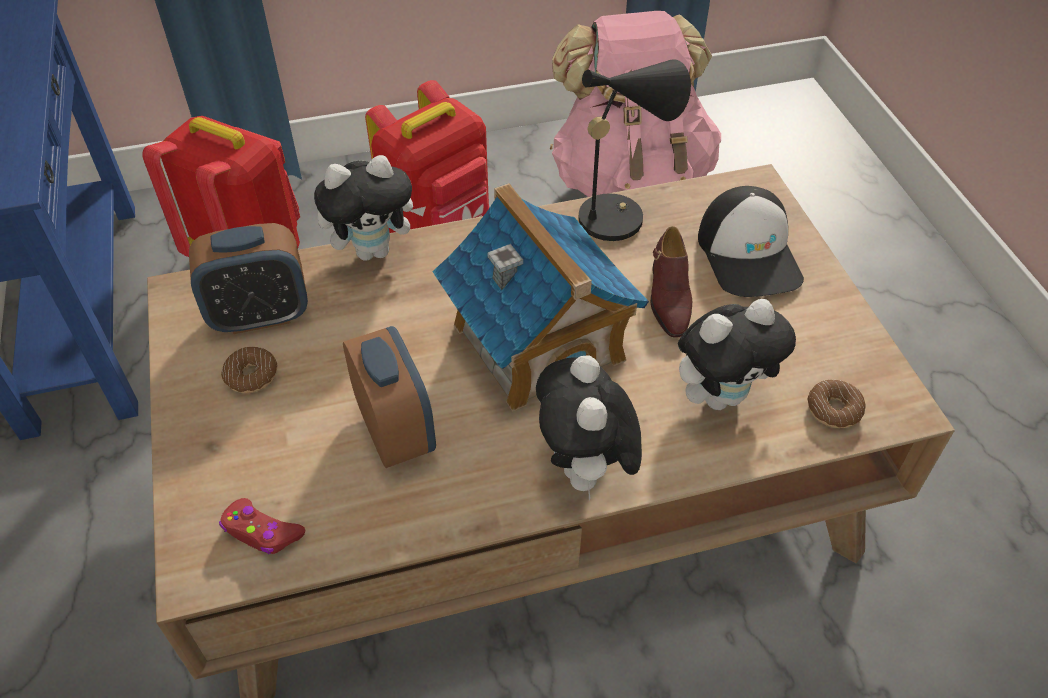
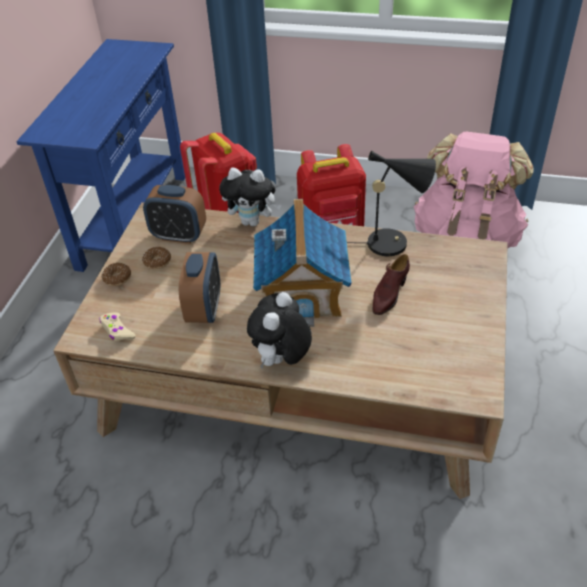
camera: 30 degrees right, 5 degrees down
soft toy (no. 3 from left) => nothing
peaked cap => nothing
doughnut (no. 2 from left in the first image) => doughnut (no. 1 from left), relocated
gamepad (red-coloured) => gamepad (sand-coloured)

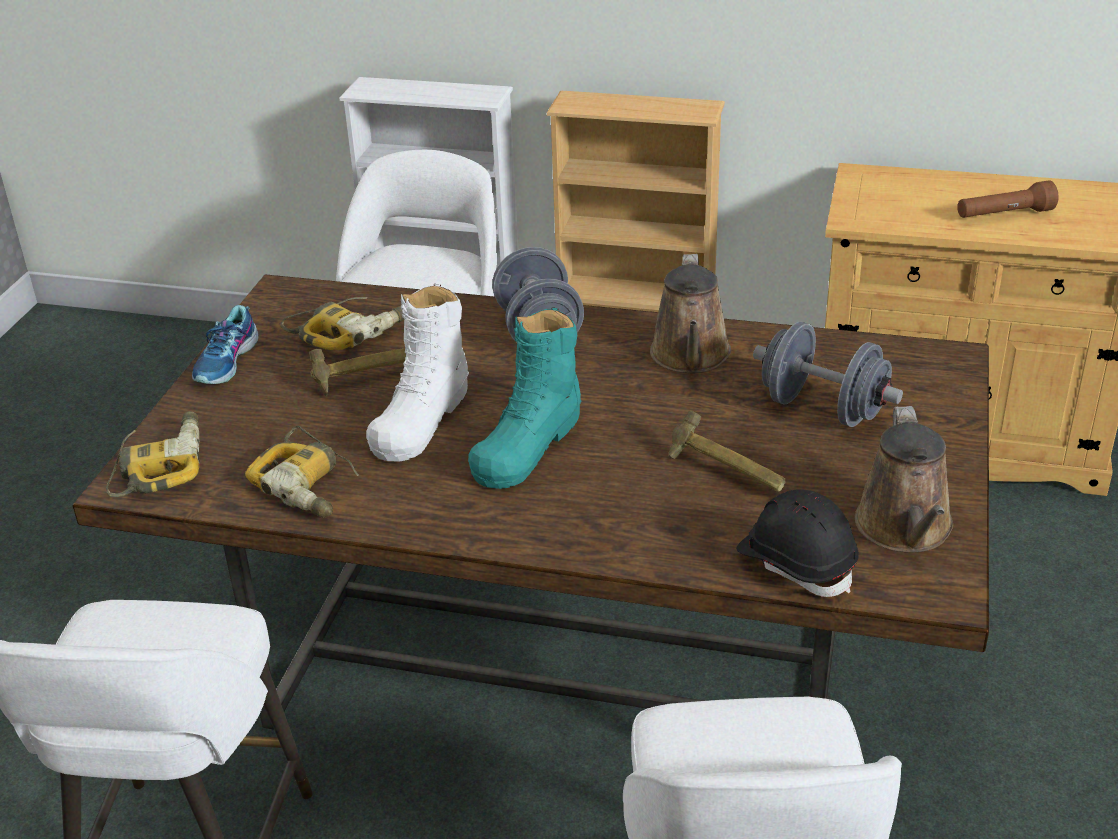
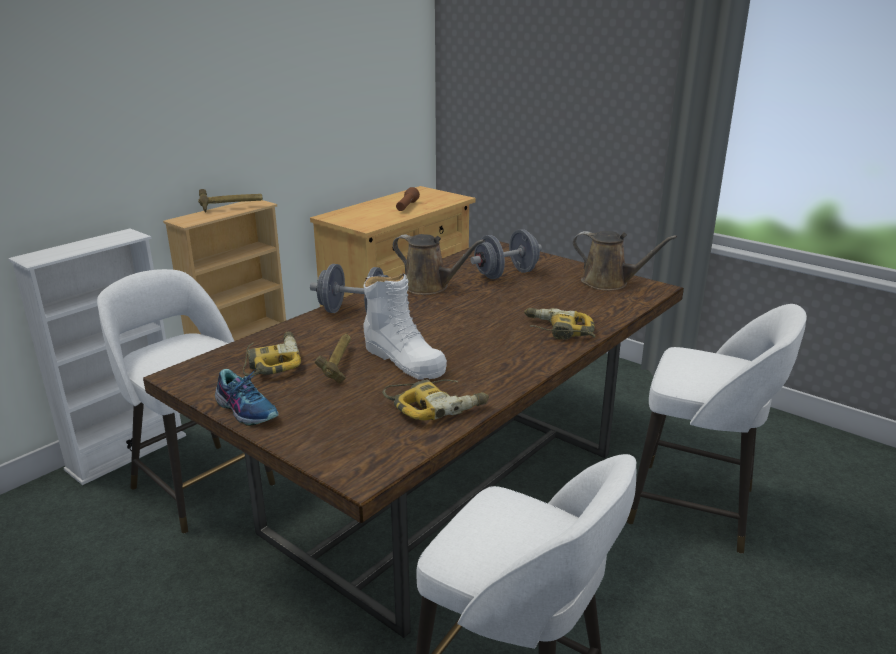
camera: 65 degrees left, 10 degrees down
boot (blue-green) => nothing
work helmet (black-coloured) => nothing
power drill (no. 1 from left in the first image) => power drill (no. 3 from left), relocated
tool hammer (no. 2 from left in the first image) => tool hammer (no. 1 from left), relocated

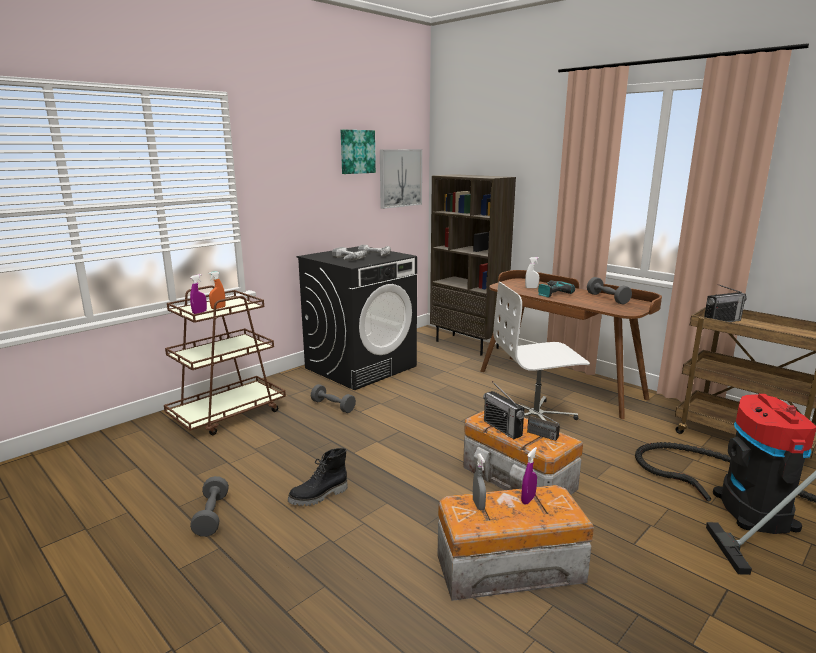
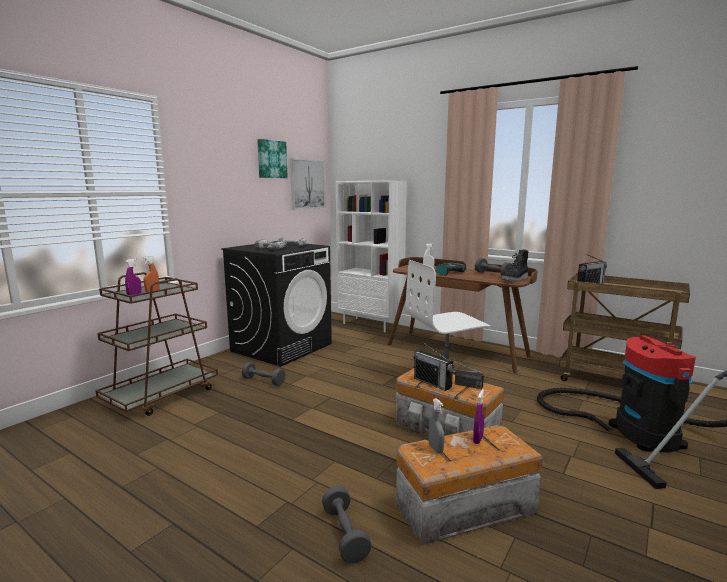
camera: 10 degrees left, 5 degrees down
hand weight (gray) (no. 1 from left in the first image) => hand weight (gray) (no. 2 from left), relocated
boot (black-coloured), relocated
shelving unit (brown-coloured) => shelving unit (white)

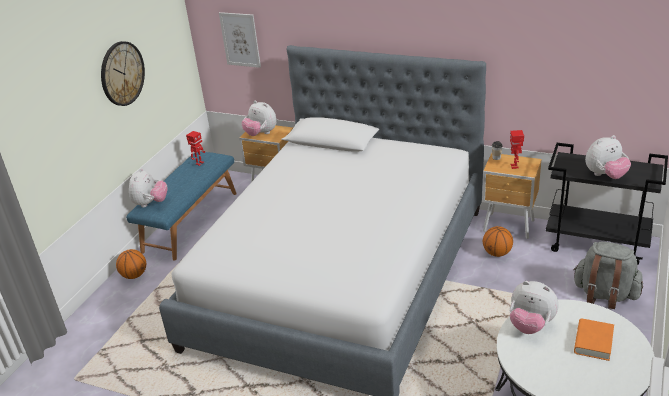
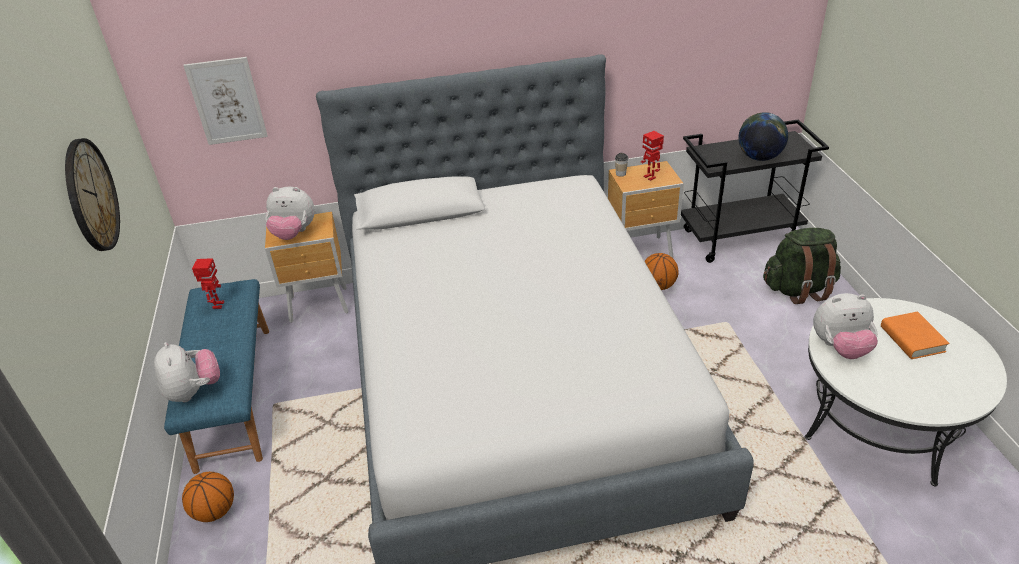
camera: 35 degrees left, 5 degrees up
soft toy (no. 4 from left) => globe
knapsack (gray) => knapsack (green-coloured)

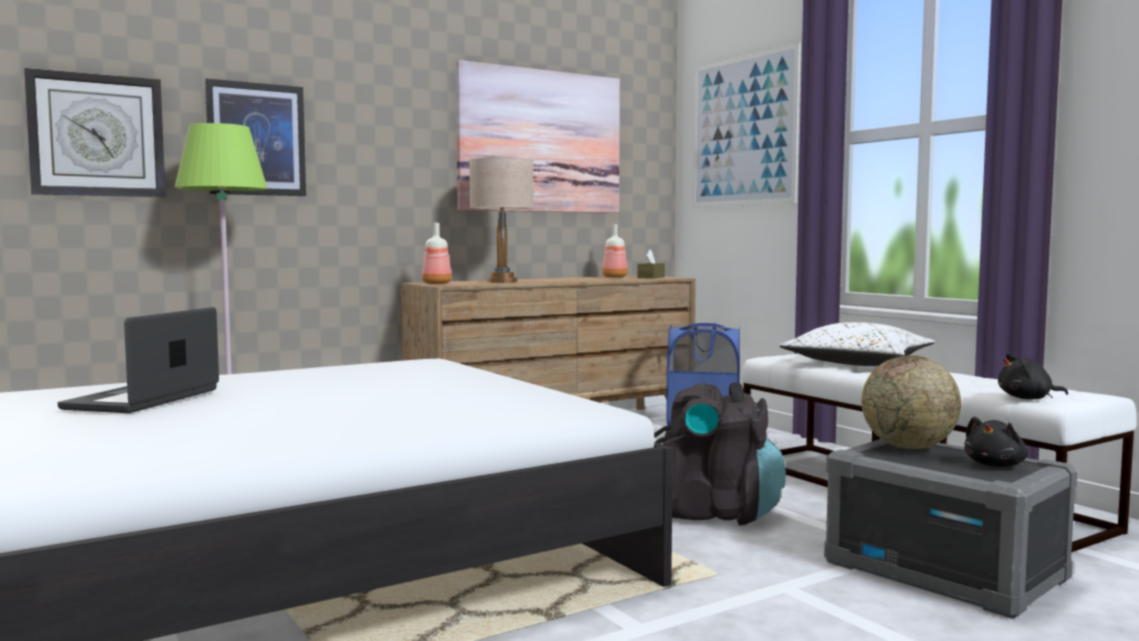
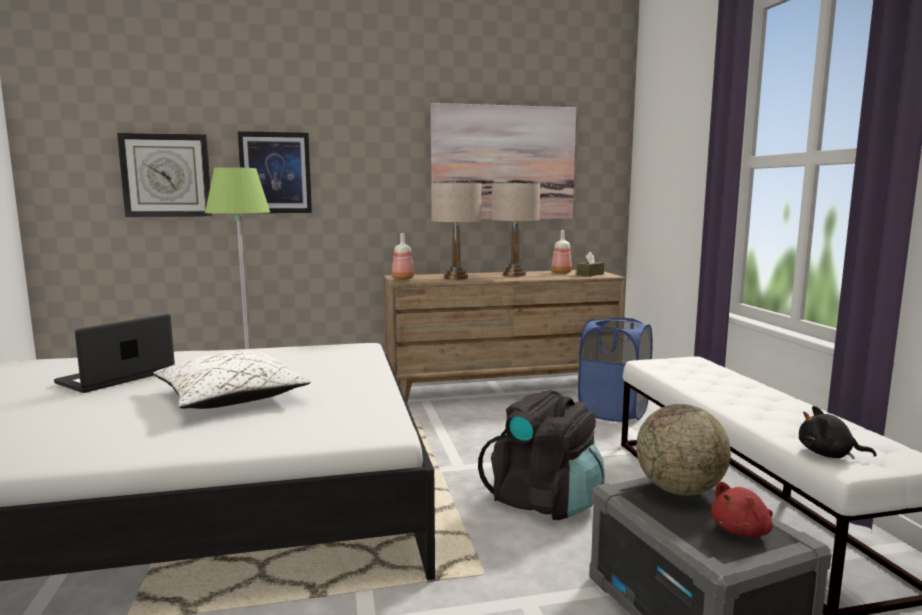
camera: 20 degrees right, 5 degrees up
picture (no. 3 from left) => nothing
nothing => tabletop lamp (sand-coloured) (no. 2 from left)
pillow (white), relocated
soft toy (black-coloured) (no. 1 from left) => soft toy (red-coloured)

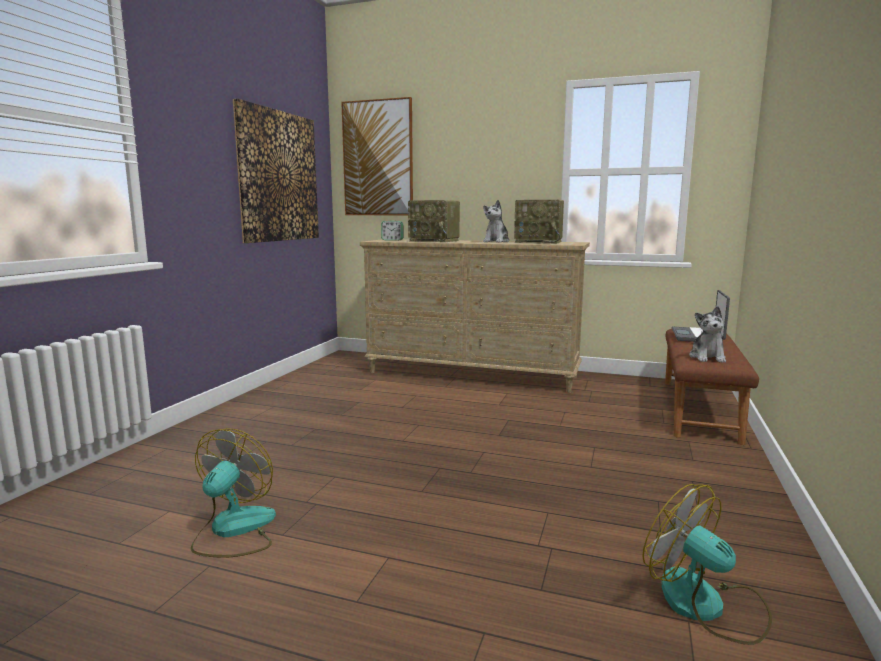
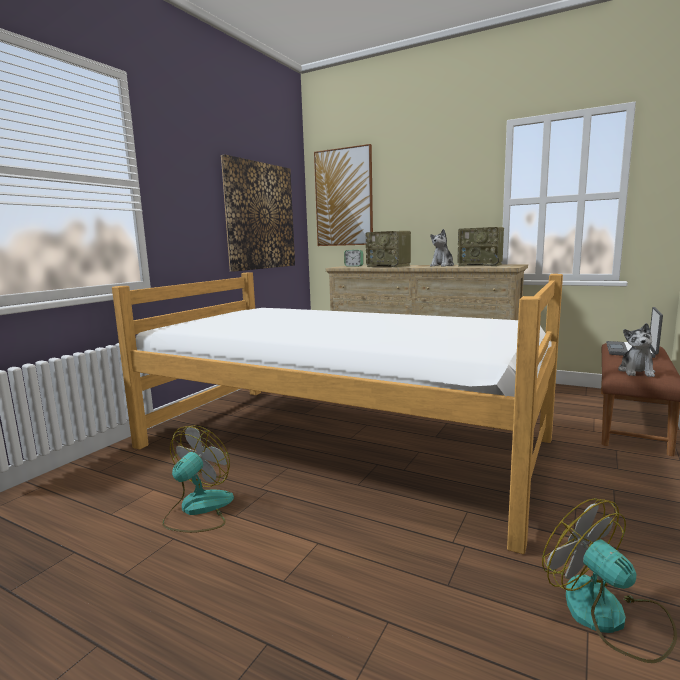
camera: 10 degrees right, 0 degrees up
nothing => sleeping bed

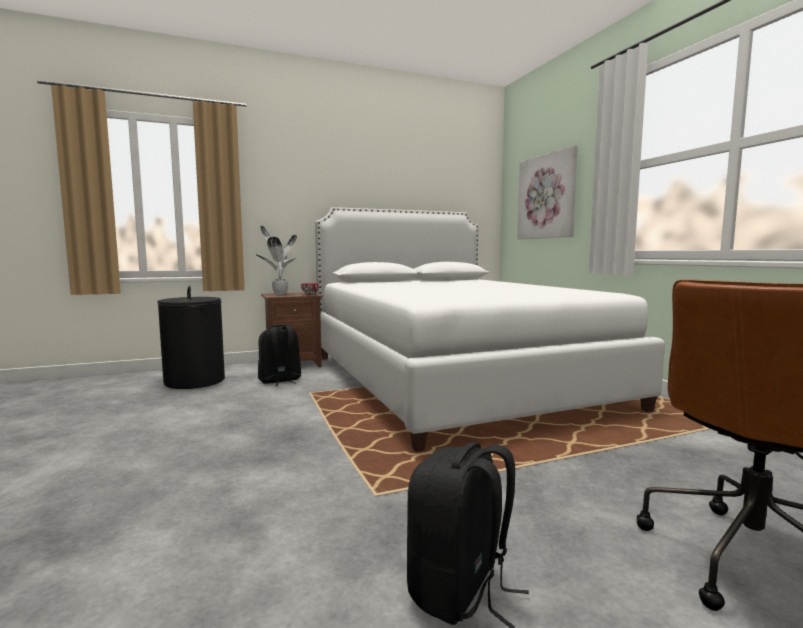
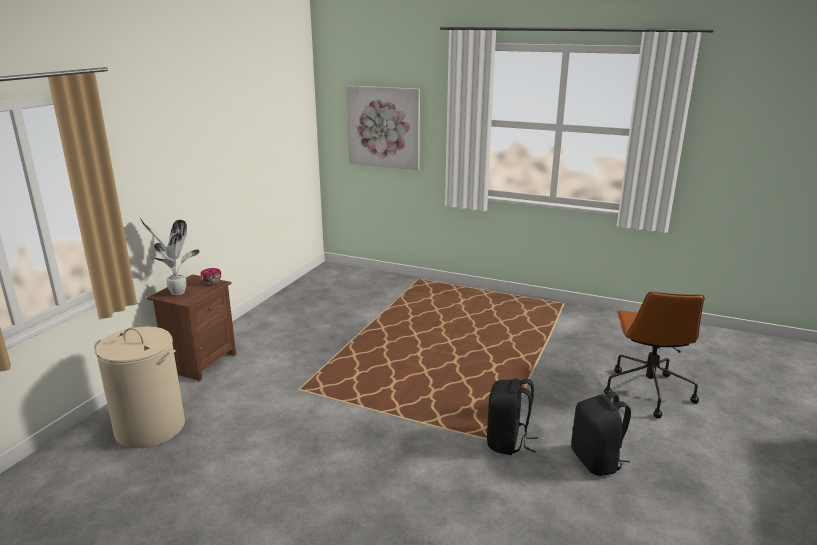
camera: 45 degrees left, 15 degrees up
sleeping bed (white) => nothing
knapsack (black-coloured) (no. 1 from left), relocated
hamper (black-coloured) => hamper (sand-coloured)

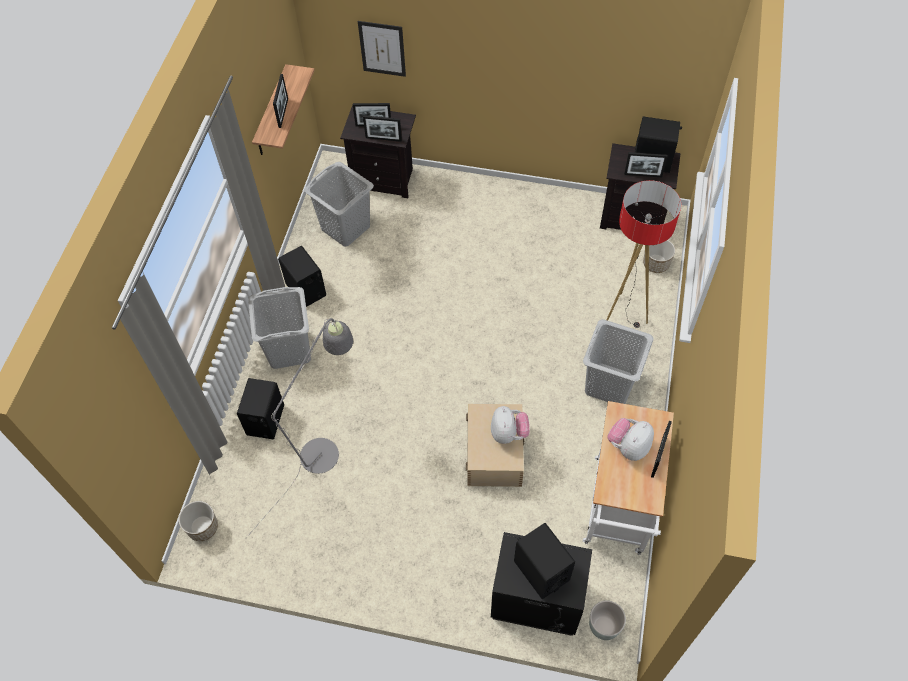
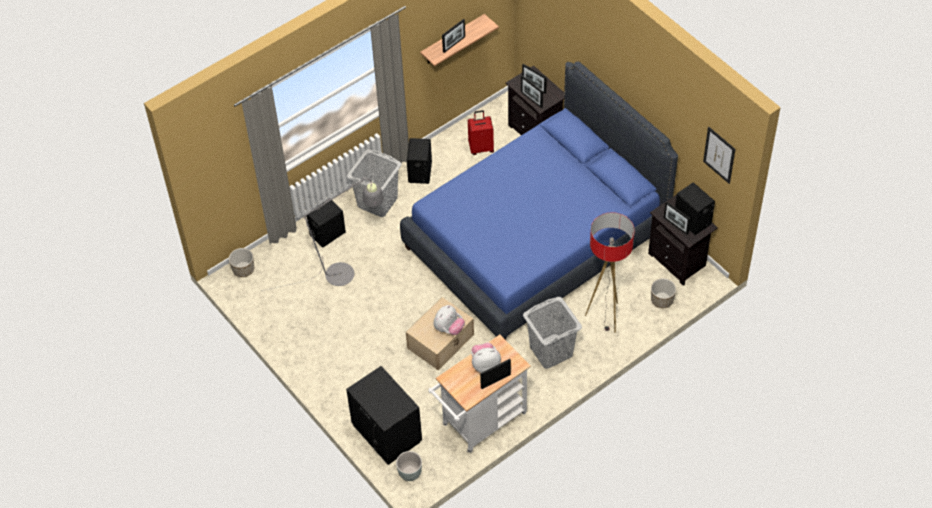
camera: 40 degrees right, 5 degrees down
audio speaker (black-coloured) (no. 3 from left) => nothing
nothing => sleeping bed (blue)
picture, relocated
hamper (gray) (no. 2 from left) => suitcase (red-coloured)

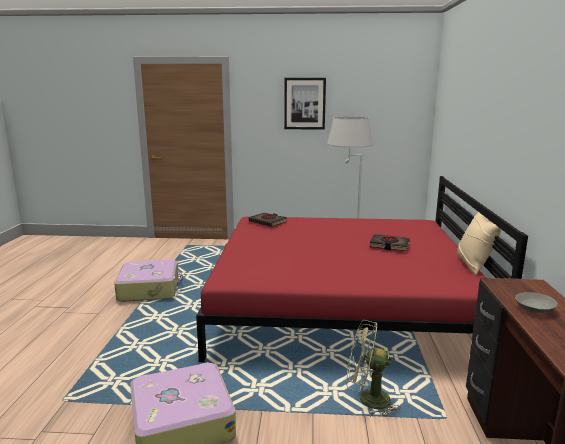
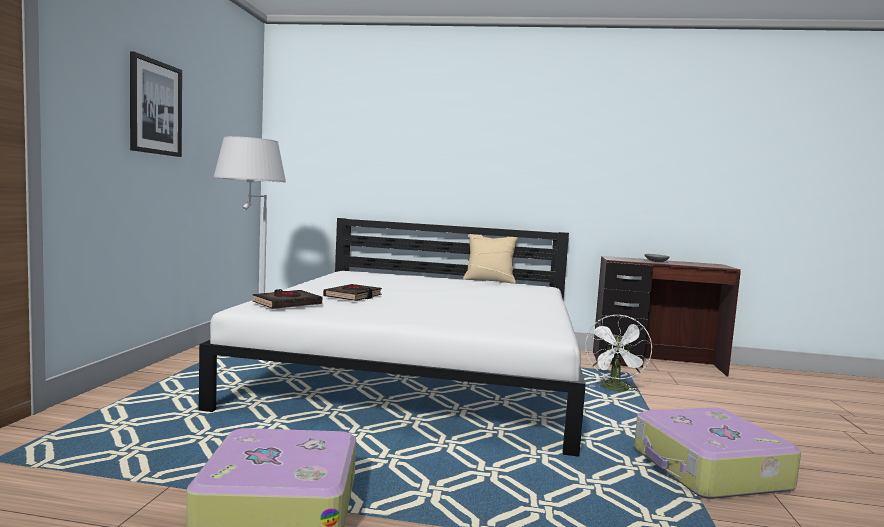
camera: 85 degrees left, 10 degrees down
bound book (black-coloured) (no. 2 from left), relocated
sleeping bed (red-coloured) => sleeping bed (white)
electric fan (green-coloured) => electric fan (white)

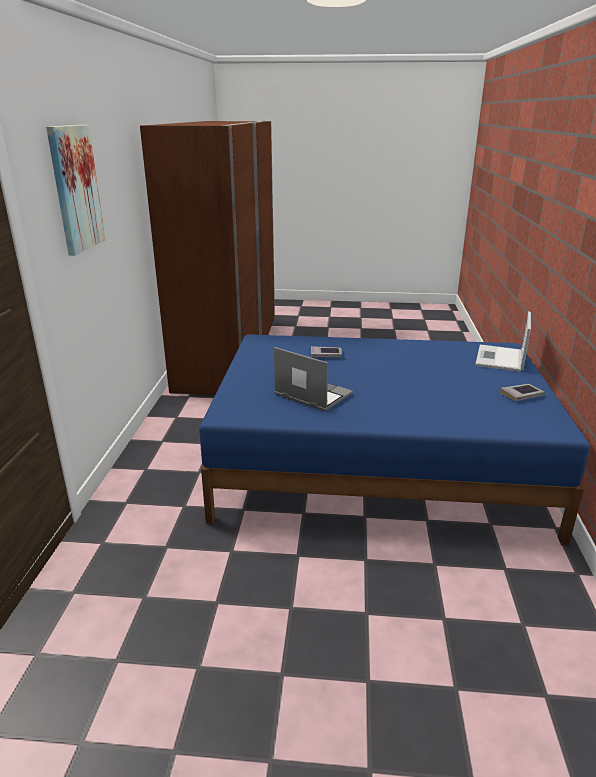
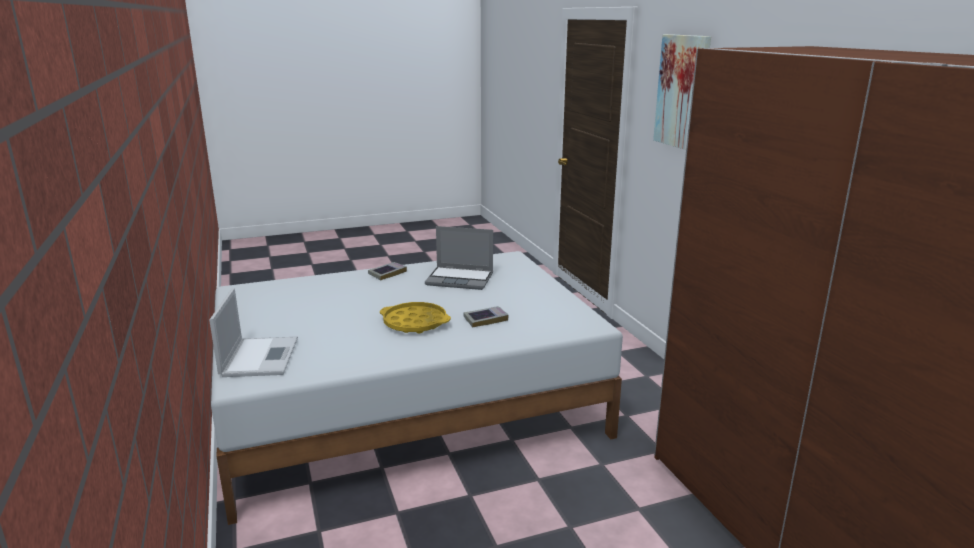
camera: 155 degrees right, 5 degrees down
nothing => carrying tray (yellow)
bound book (no. 2 from left in the first image) => bound book (no. 1 from left), relocated
sleeping bed (blue) => sleeping bed (white)

